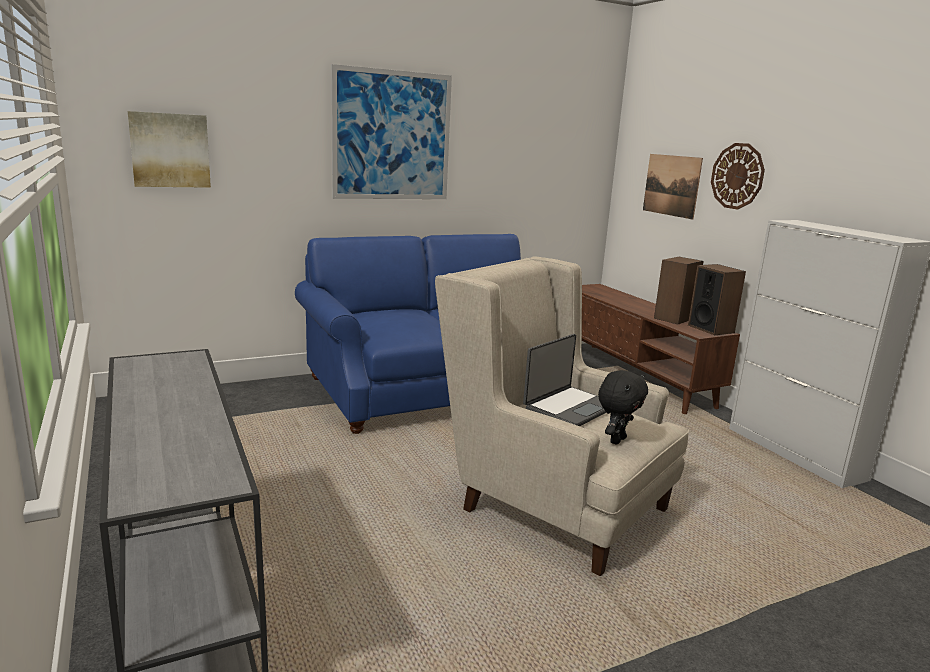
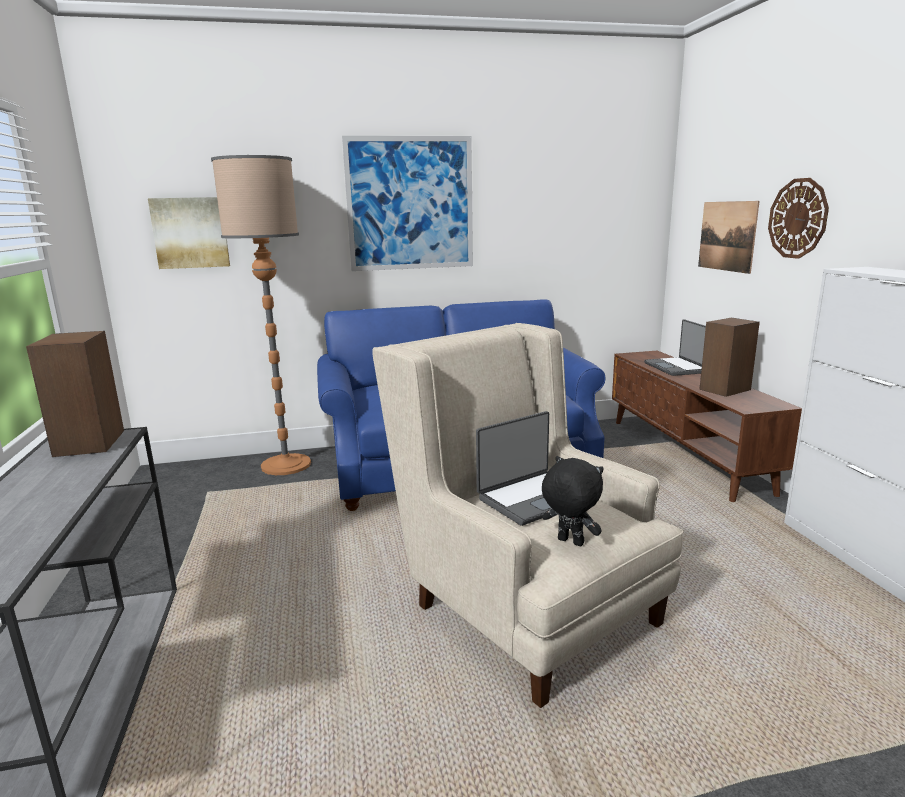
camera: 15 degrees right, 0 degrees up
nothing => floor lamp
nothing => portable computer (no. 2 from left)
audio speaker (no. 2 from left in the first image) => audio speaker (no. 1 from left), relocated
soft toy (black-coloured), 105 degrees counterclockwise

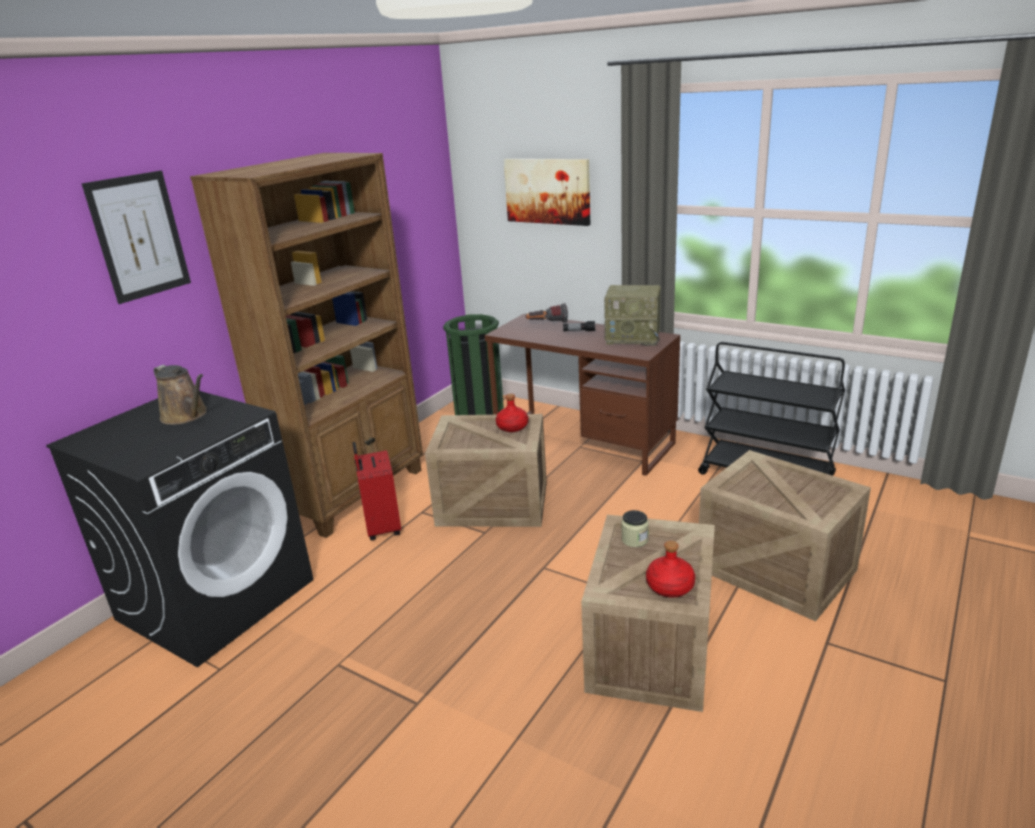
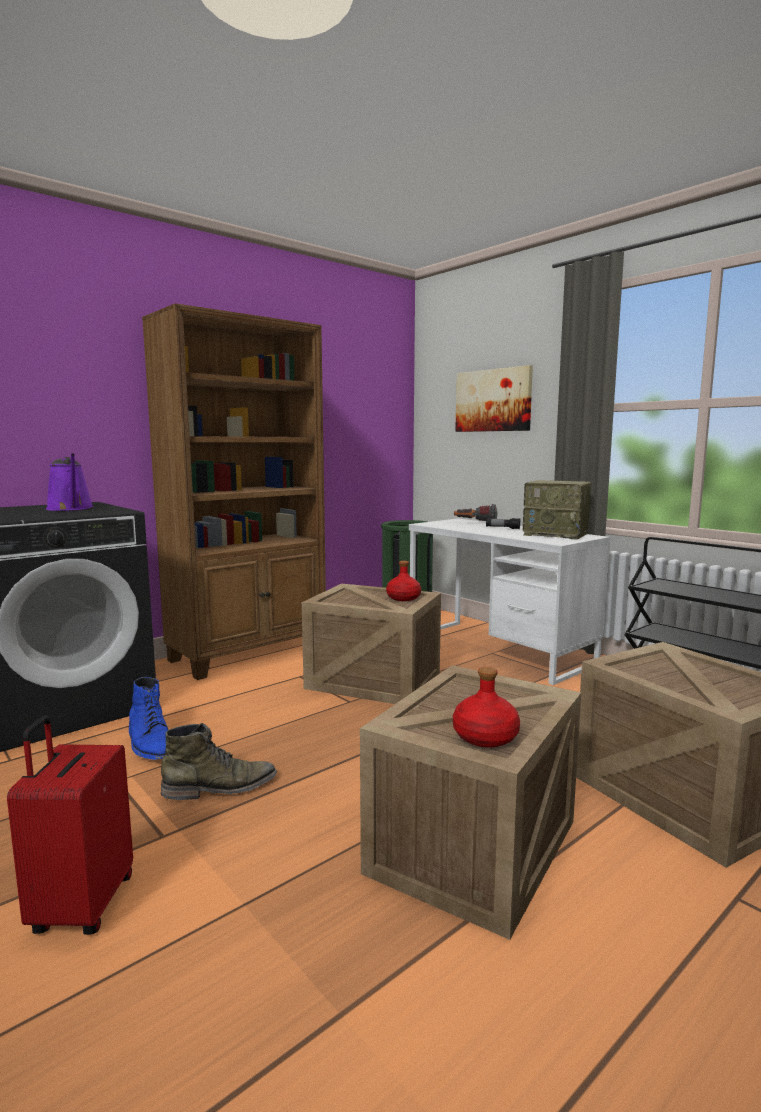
camera: 15 degrees right, 15 degrees down
picture (no. 1 from left) => nothing
storage jar => nothing
nothing => boot (blue)
nothing => boot (green-coloured)
suitcase (red-coloured), relocated
watering pot (brown-coloured) => watering pot (purple-coloured)
desk unit (brown-coloured) => desk unit (white)

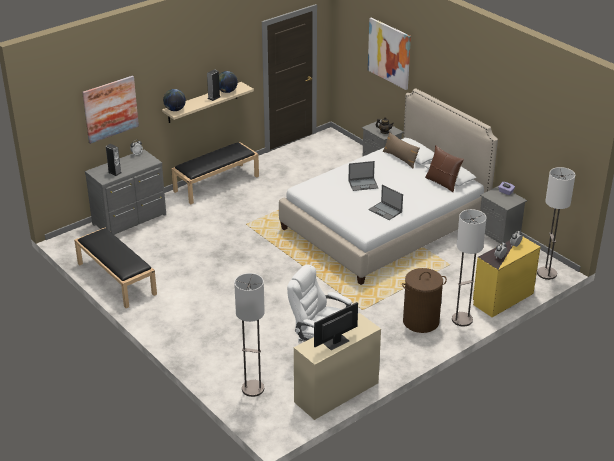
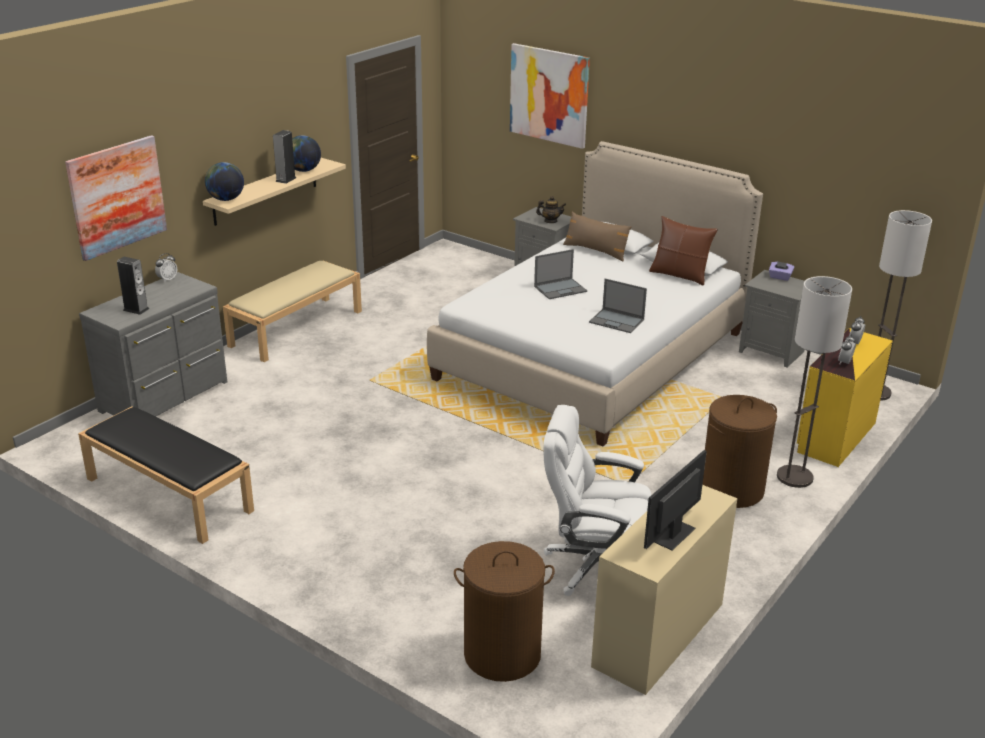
camera: 15 degrees left, 5 degrees down
floor lamp (no. 1 from left) => hamper (brown-coloured) (no. 1 from left)
indoor bench (black-coloured) (no. 2 from left) => indoor bench (sand-coloured)

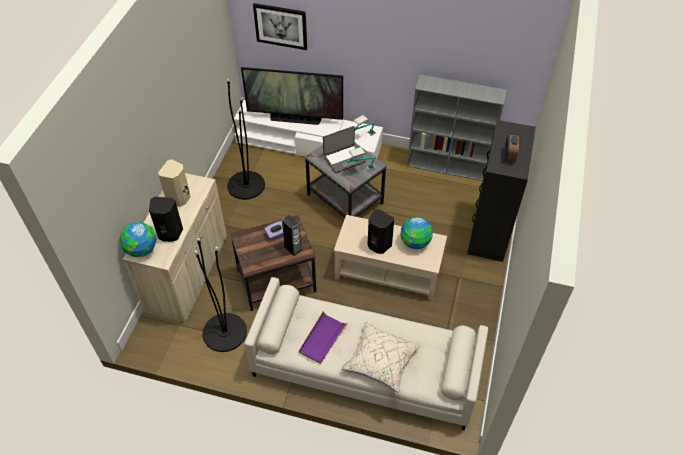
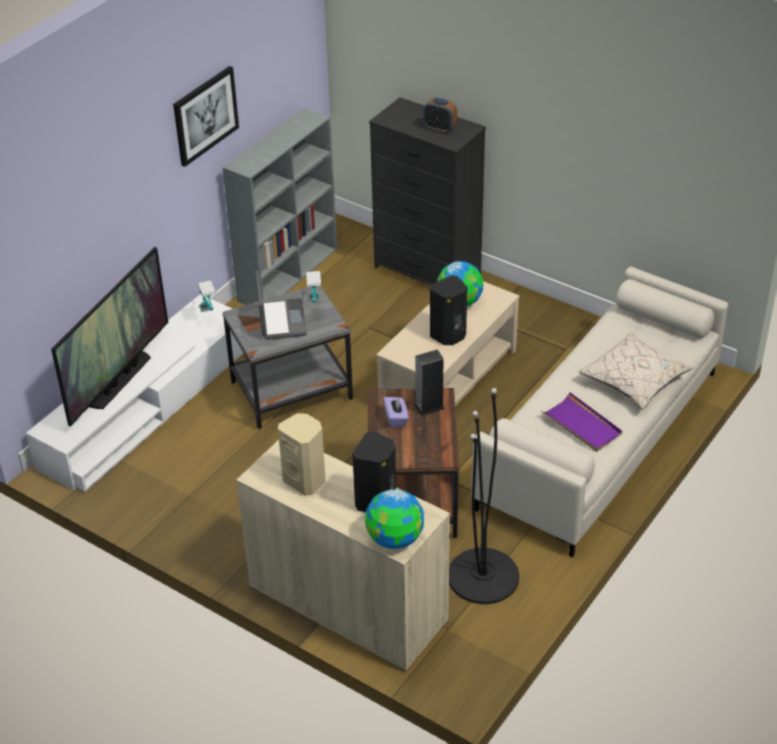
camera: 70 degrees left, 10 degrees down
floor lamp (black-coloured) (no. 2 from left) => nothing
picture, relocated

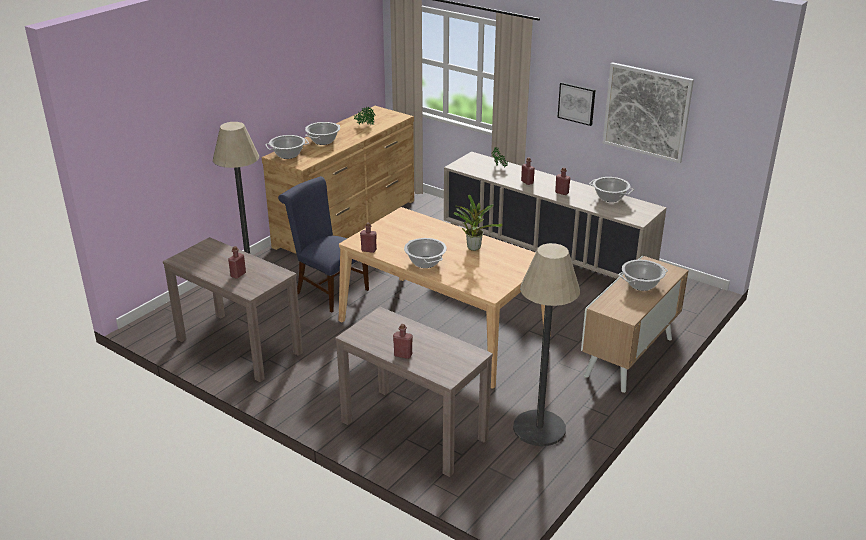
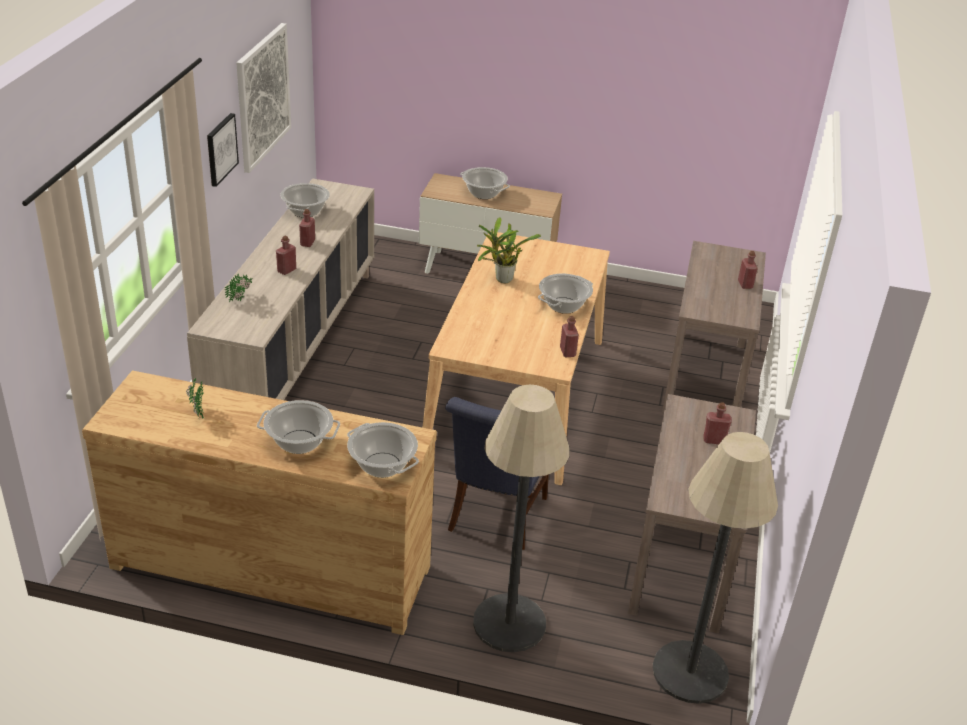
camera: 115 degrees left, 5 degrees up
floor lamp (no. 2 from left), relocated

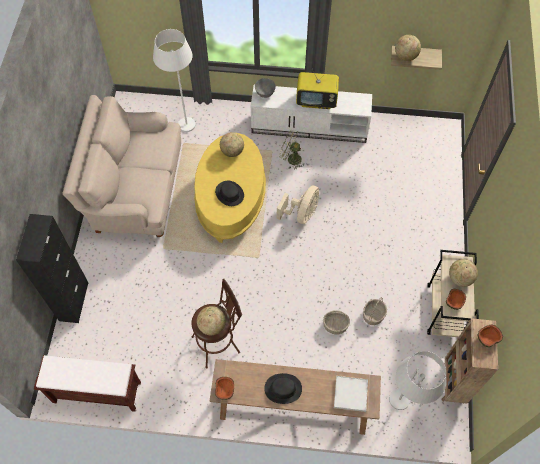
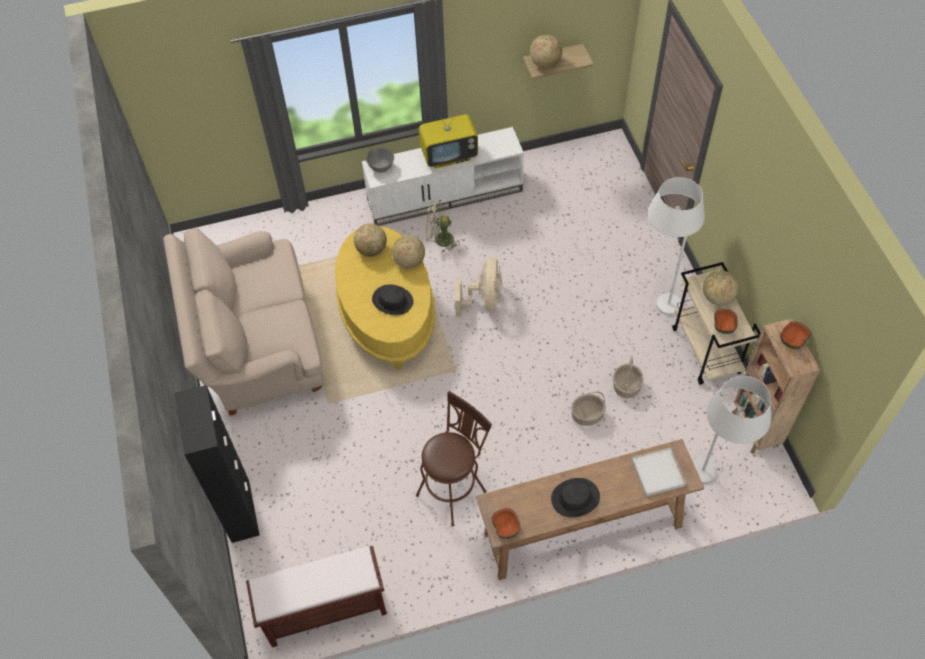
camera: 20 degrees left, 5 degrees down
floor lamp (white) (no. 1 from left), relocated
globe (no. 1 from left in the first image) => globe (no. 2 from left), relocated

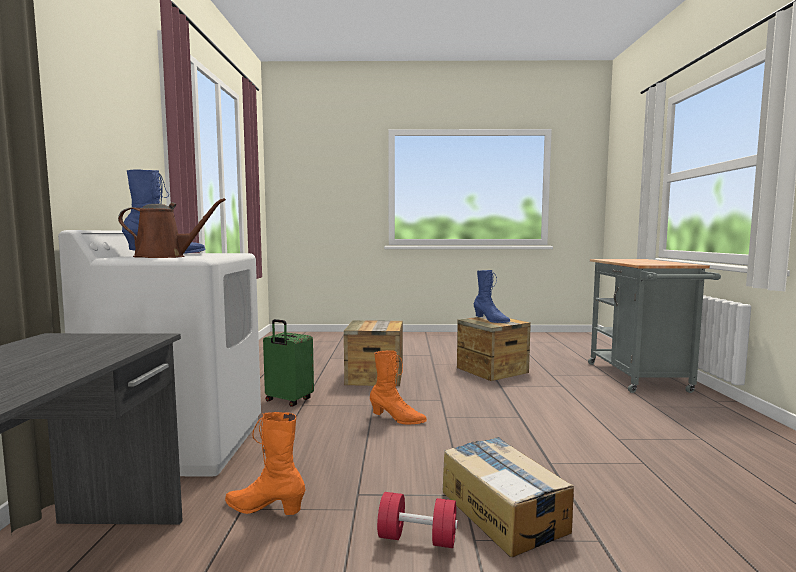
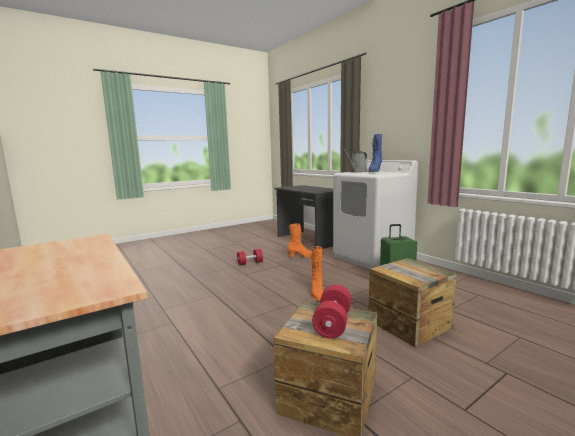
camera: 145 degrees right, 5 degrees up
carton => nothing
boot (blue) (no. 2 from left) => hand weight (red-coloured) (no. 2 from left)
watering pot (brown-coloured) => watering pot (gray)
boot (orange-coloured) (no. 2 from left), 75 degrees counterclockwise

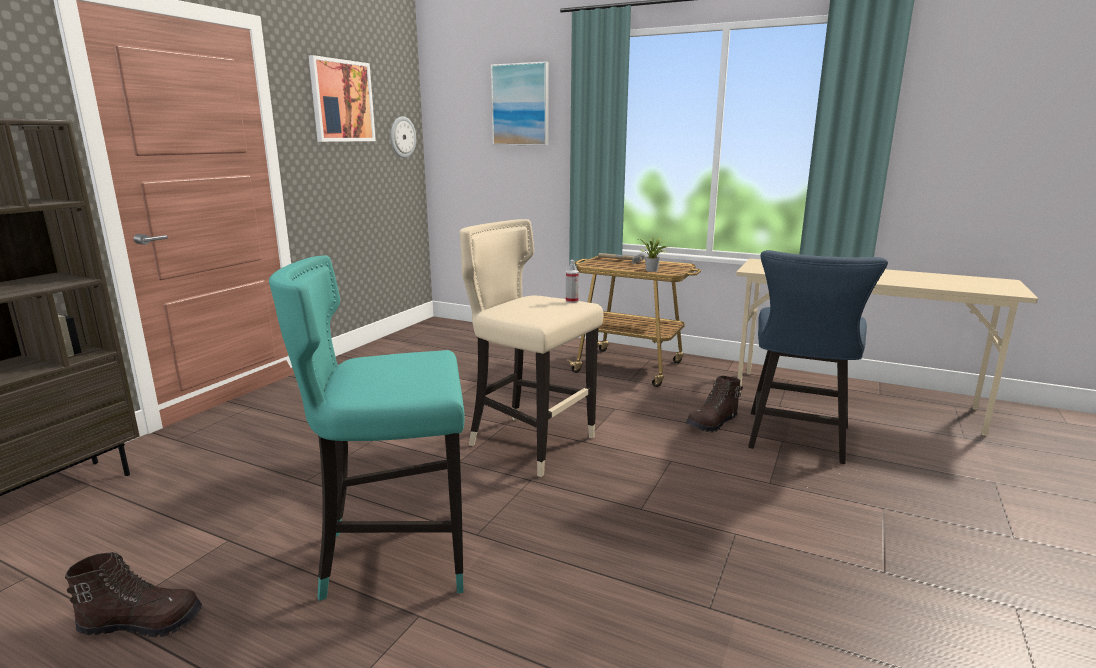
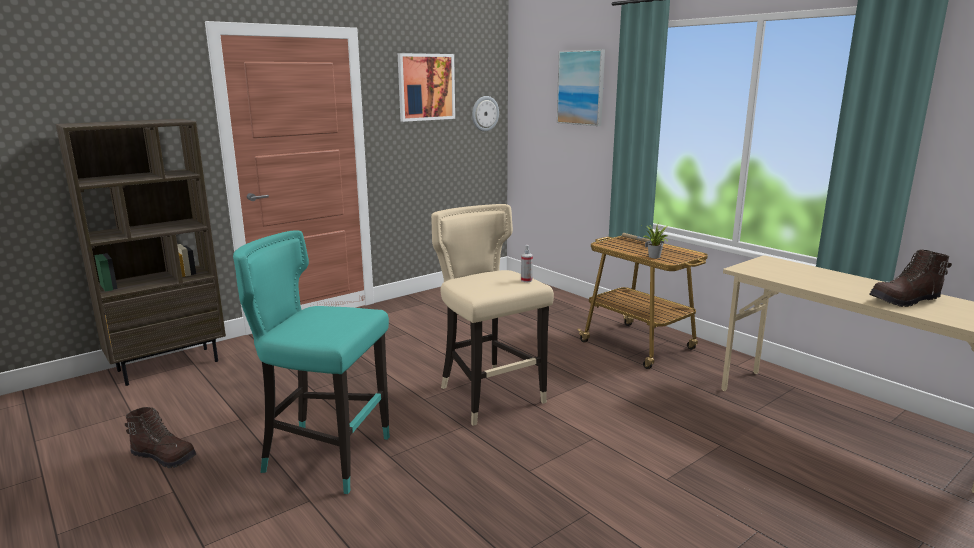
camera: 25 degrees right, 0 degrees up
plain chair (blue) => nothing
boot (brown-coloured) (no. 2 from left), relocated

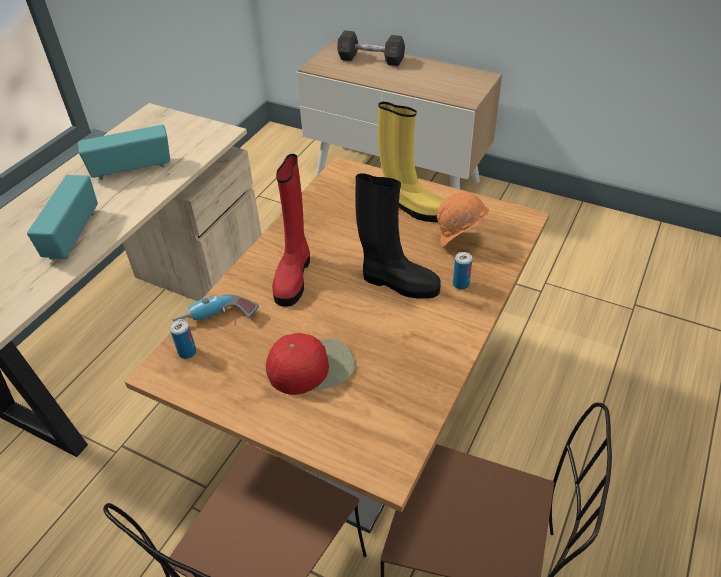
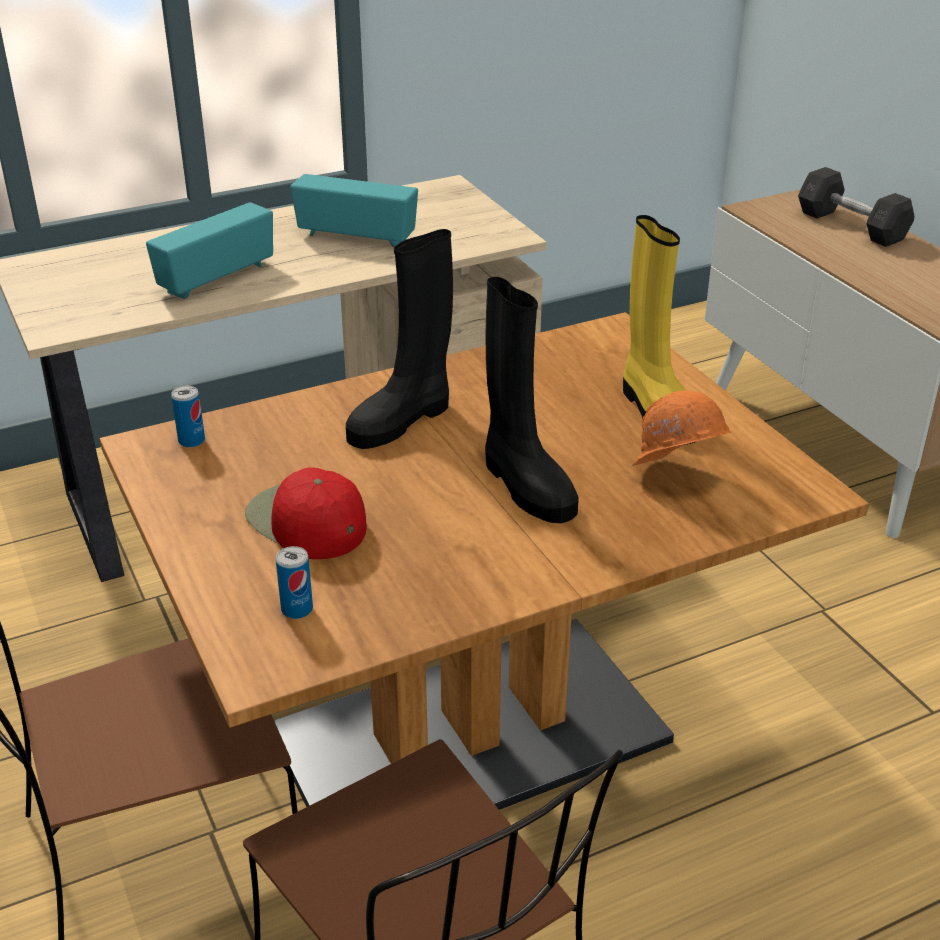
camera: 35 degrees right, 10 degrees down
power drill => nothing
sealed can (no. 2 from left), relocated
boot (red-coloured) => boot (black-coloured) (no. 1 from left)
peaked cap (red-coloured), 150 degrees counterclockwise

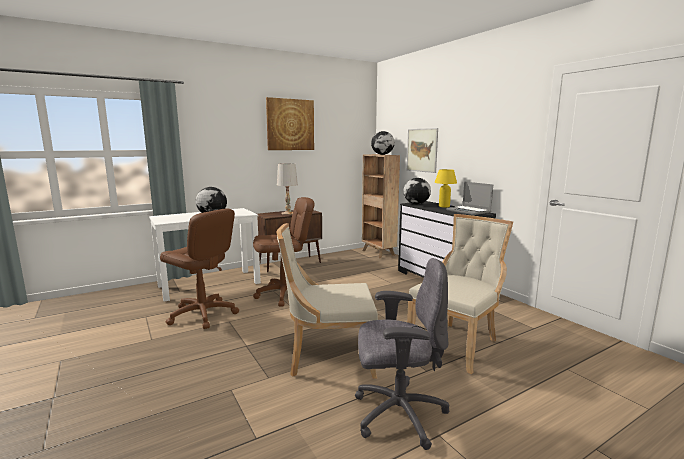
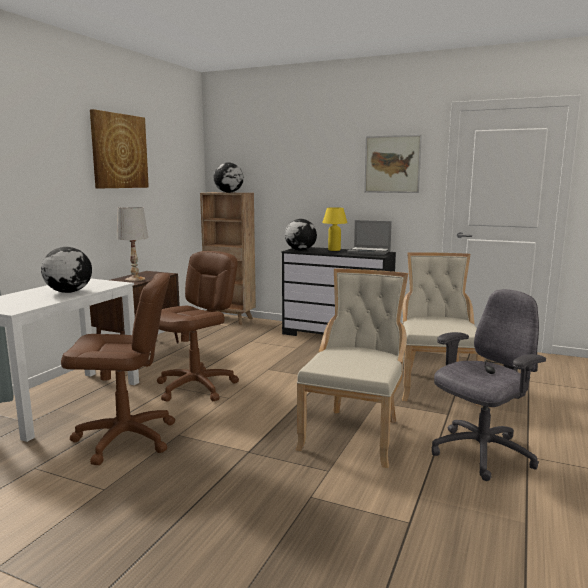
camera: 35 degrees left, 0 degrees up
picture (no. 2 from left), relocated
plain chair (sand-coloured) (no. 1 from left), 150 degrees clockwise

